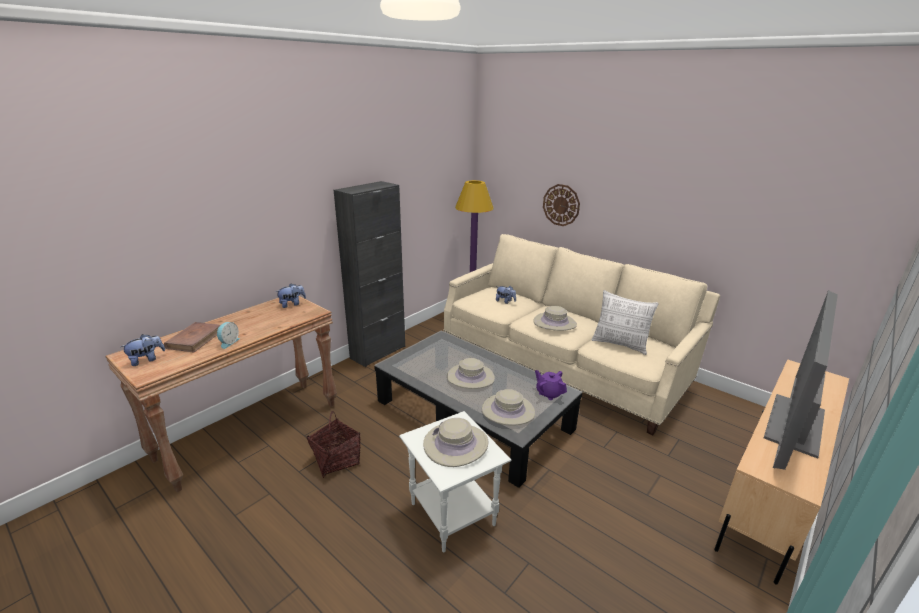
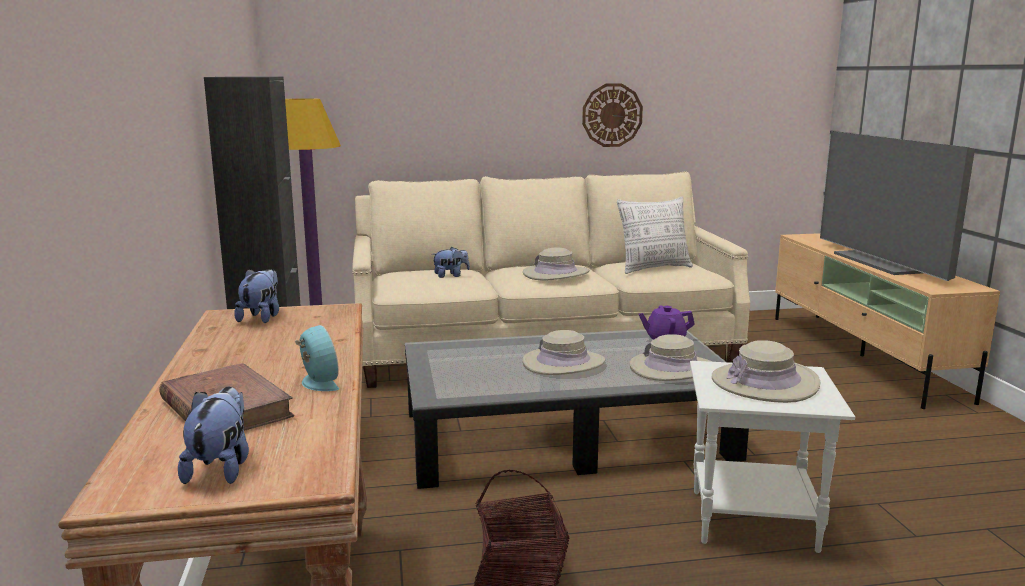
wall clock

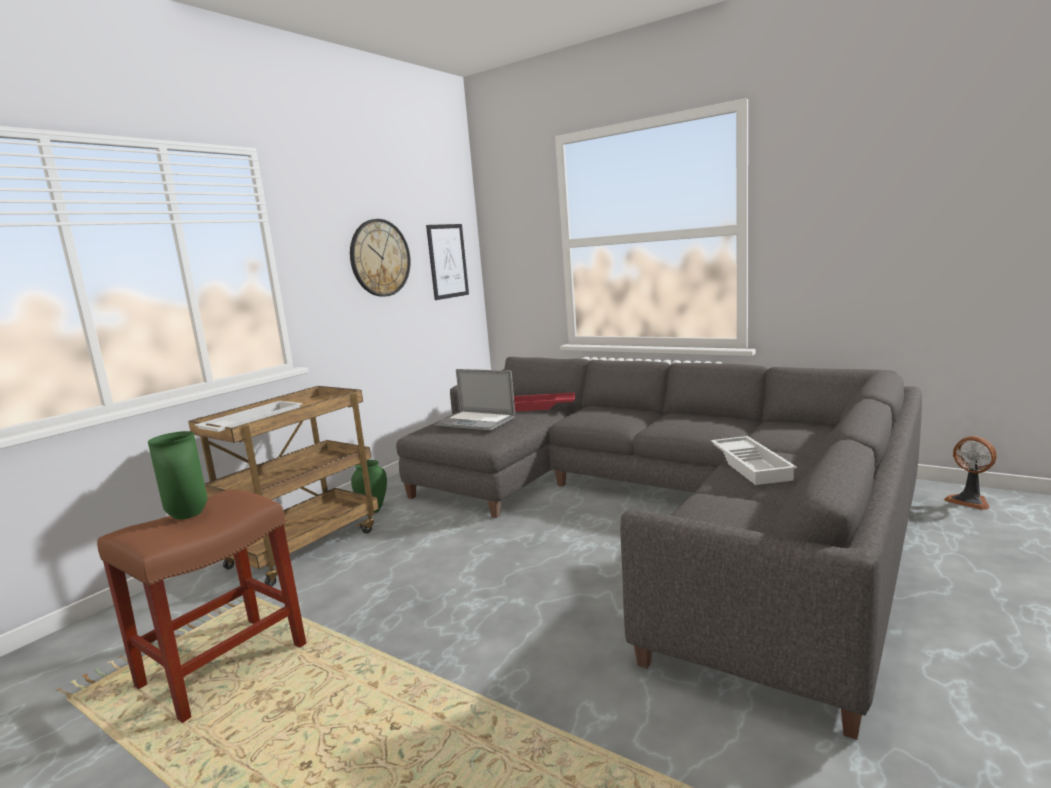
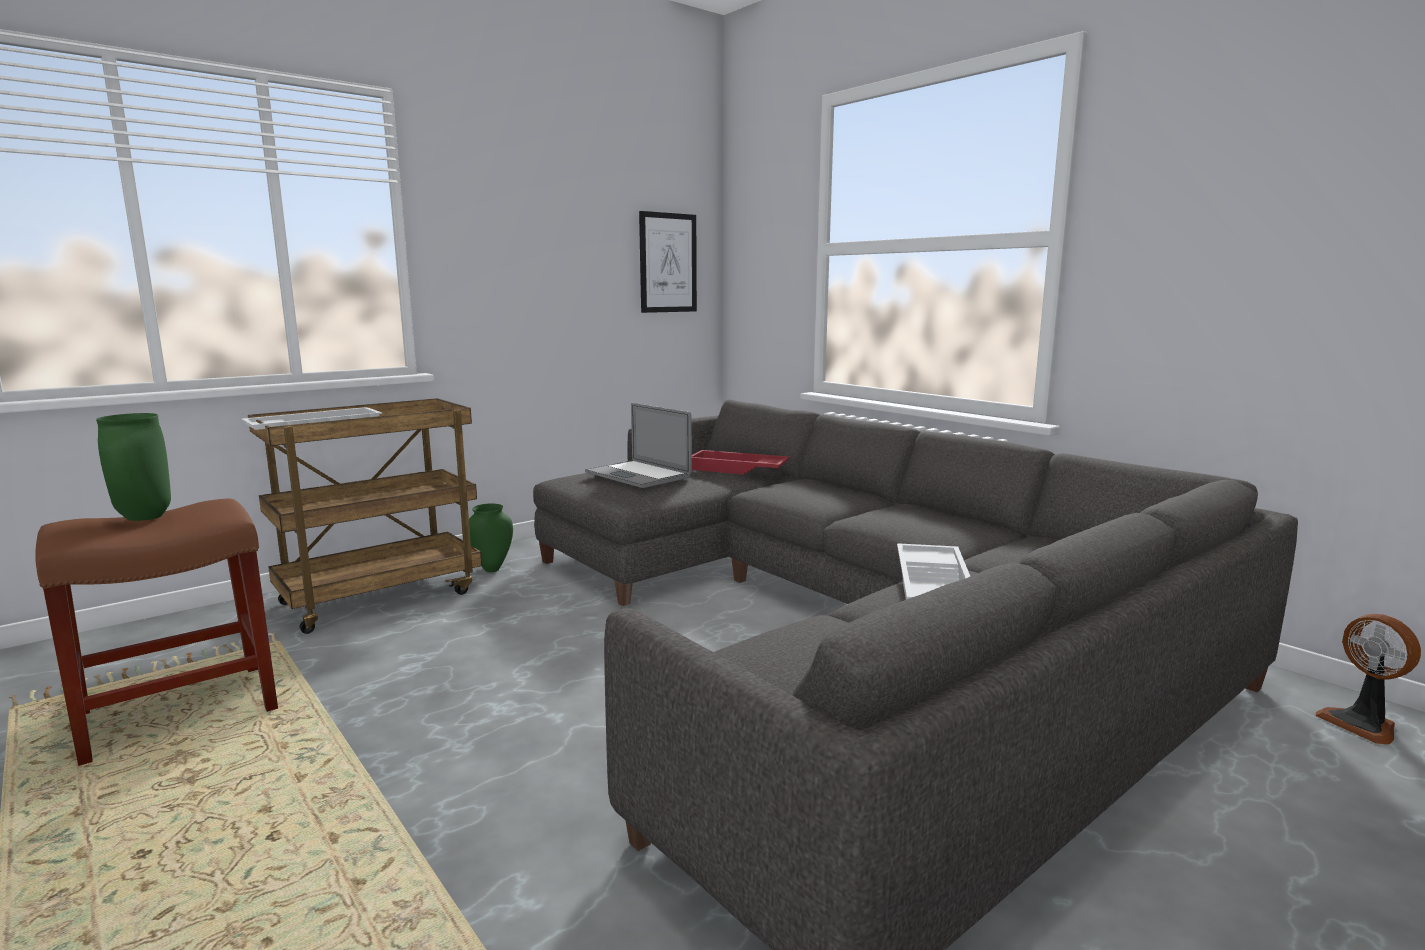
wall clock

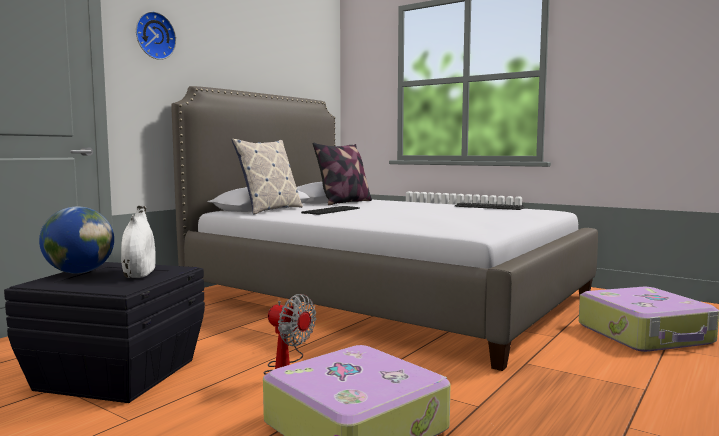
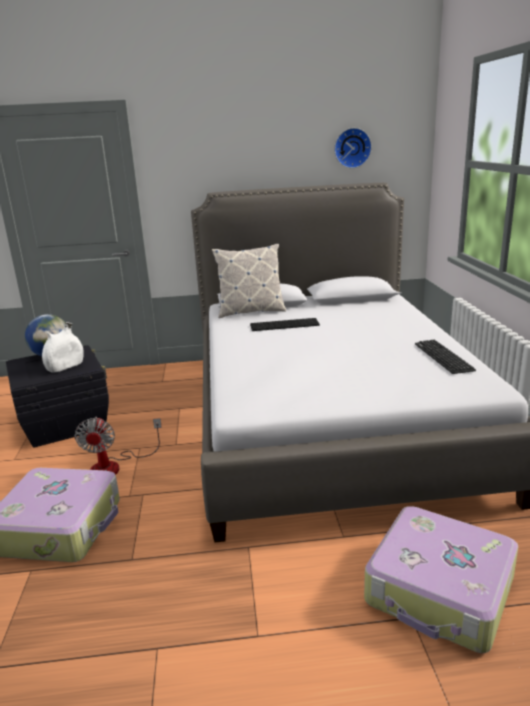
wall clock
pillow (2nd from left in the first image)

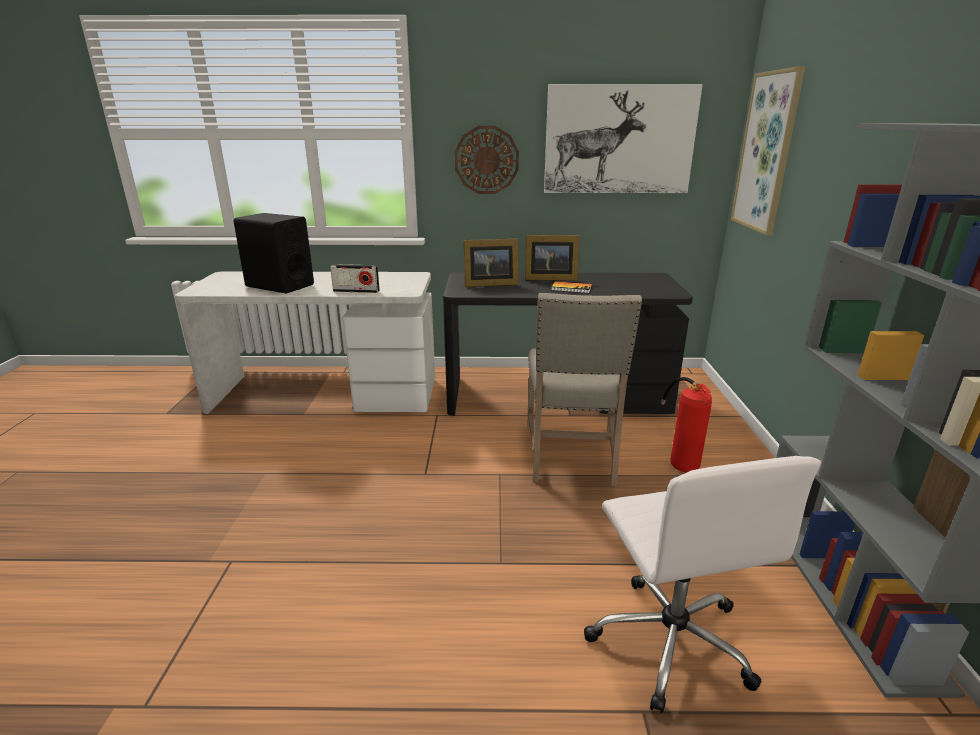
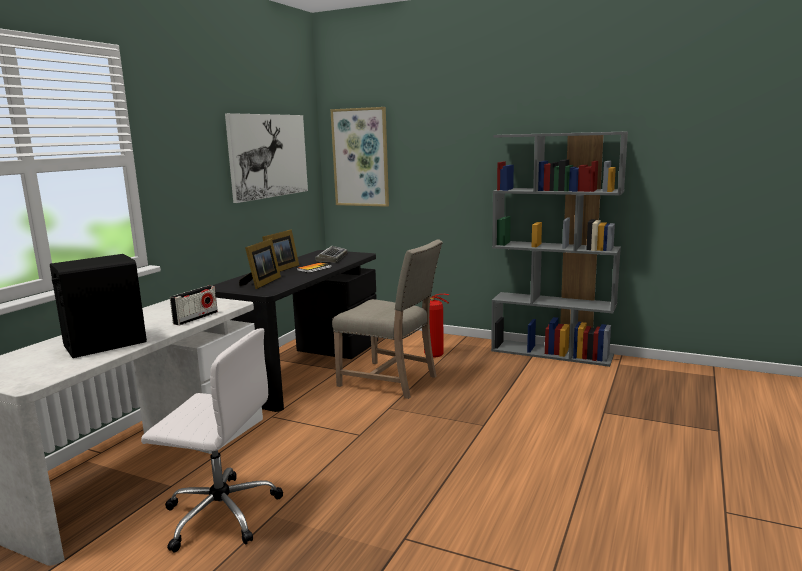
wall clock
white desk chair
computer keyboard

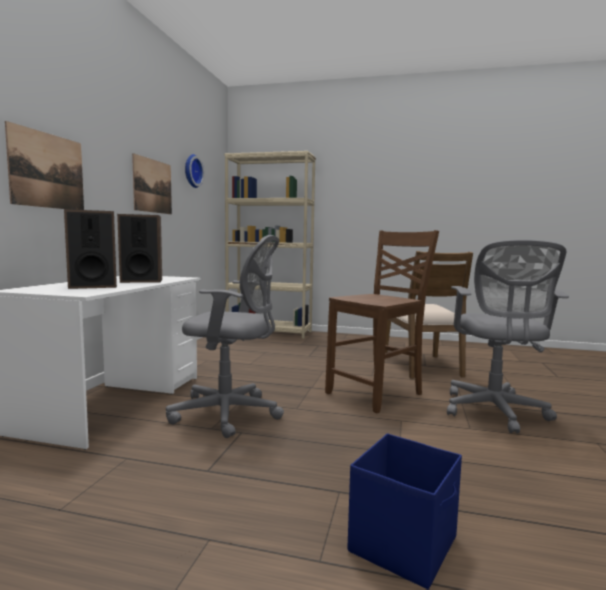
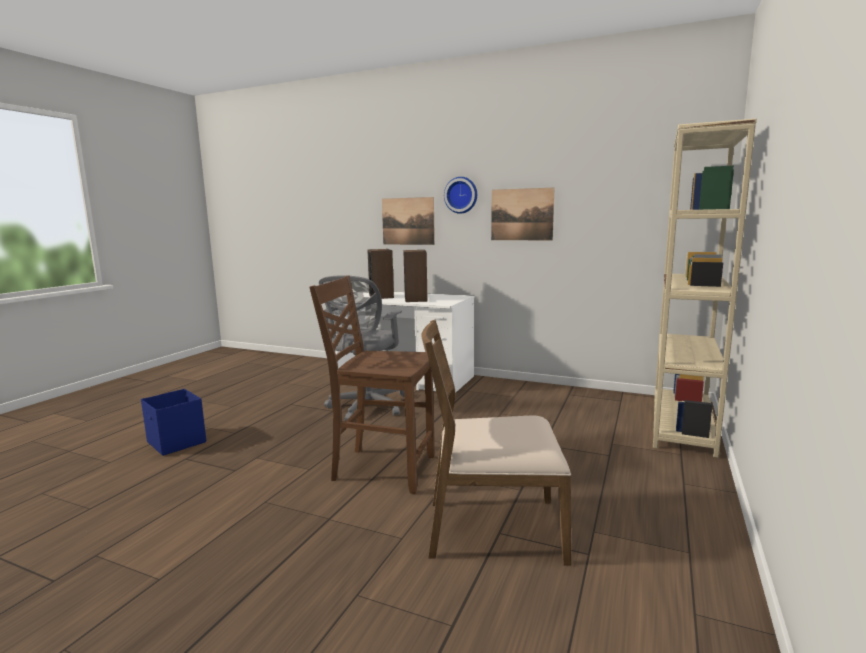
wall clock
brown plain chair (1st from left)
greyish desk chair (2nd from left in the first image)

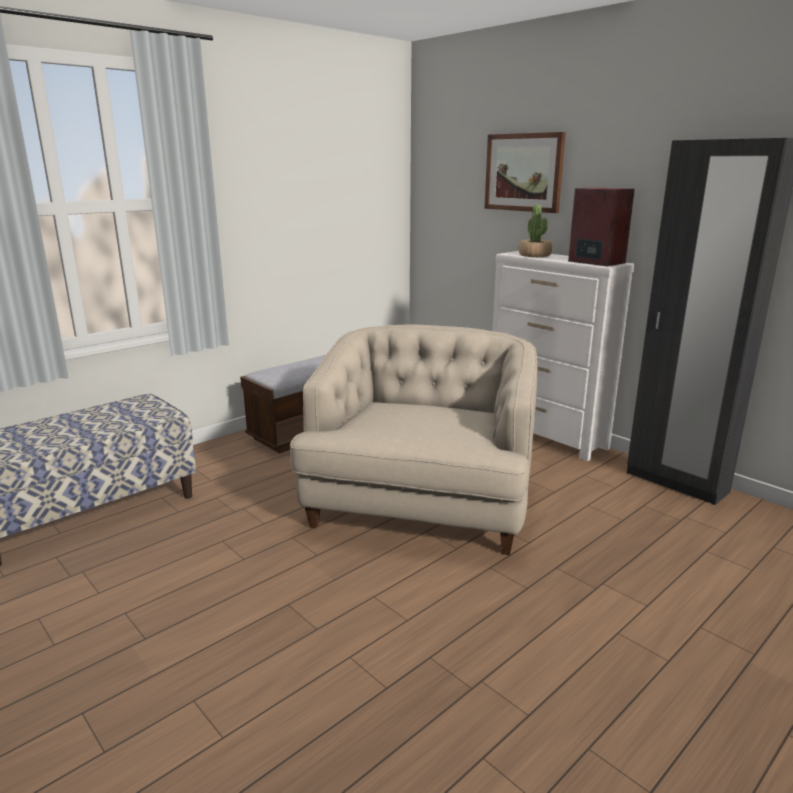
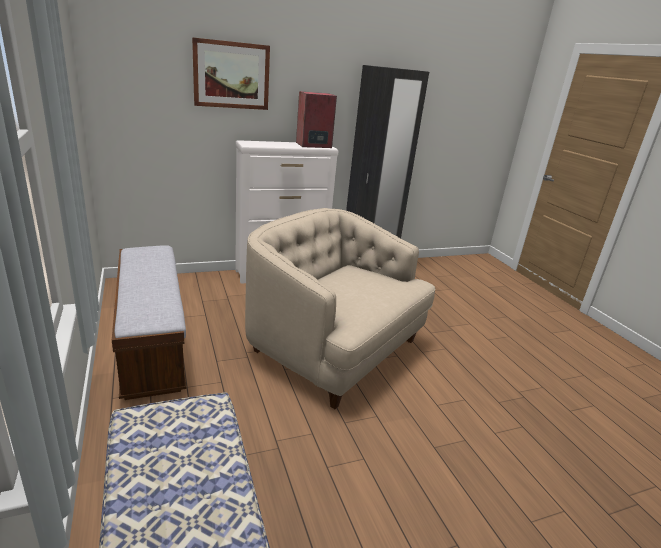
houseplant

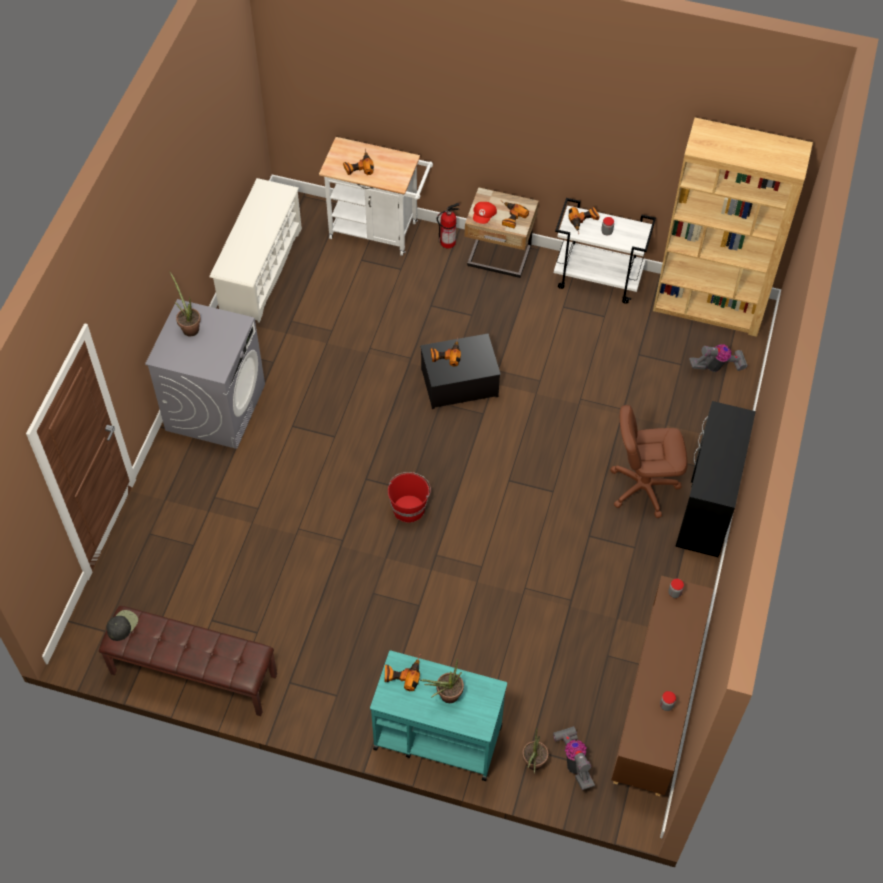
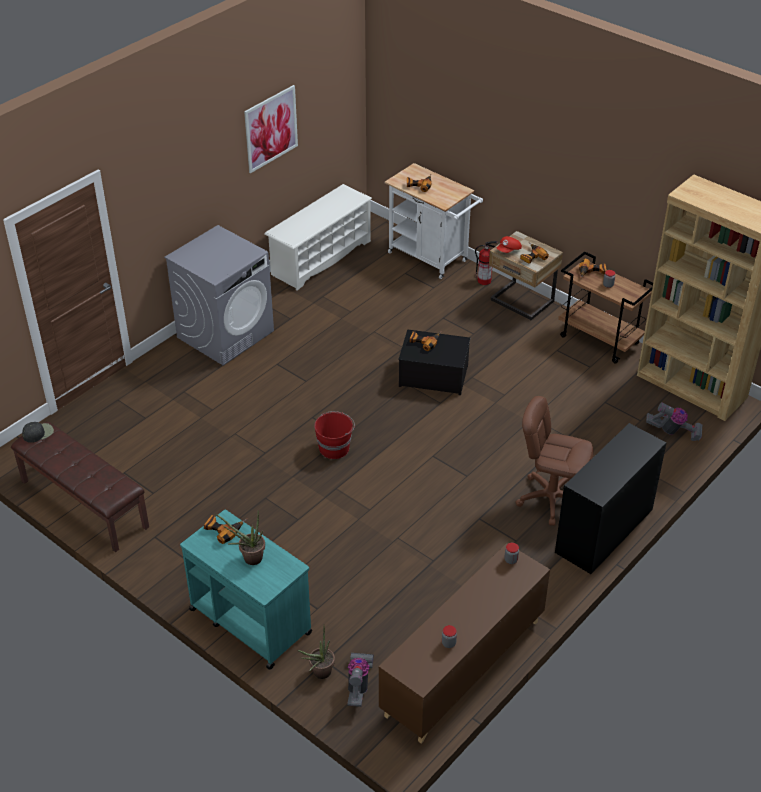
houseplant (1st from left in the first image)
brown wheeled cart
wall picture

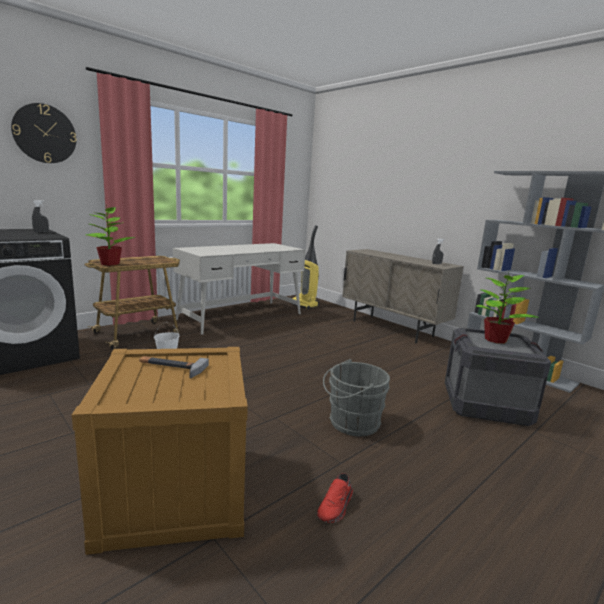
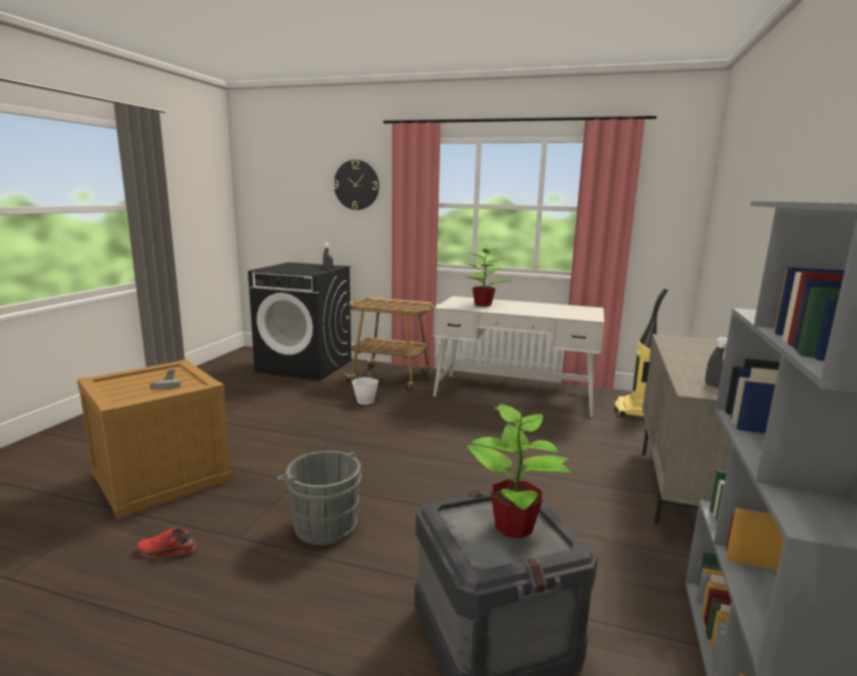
houseplant (1st from left)

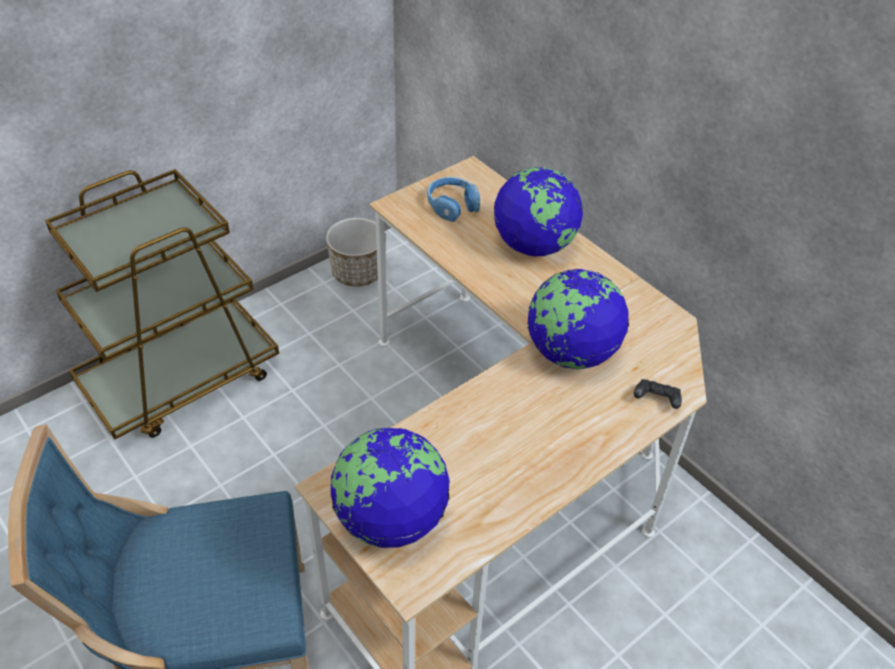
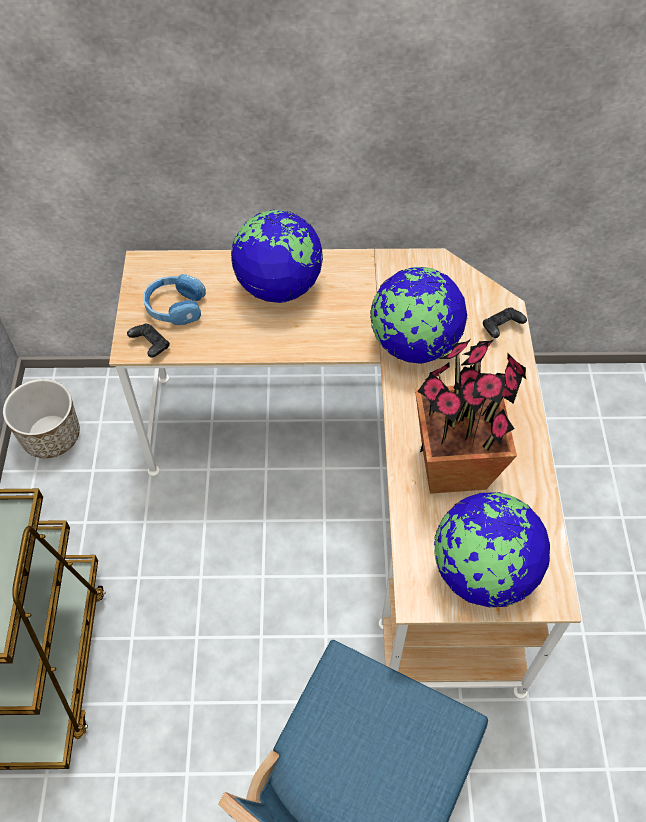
black joypad (1st from left)
houseplant

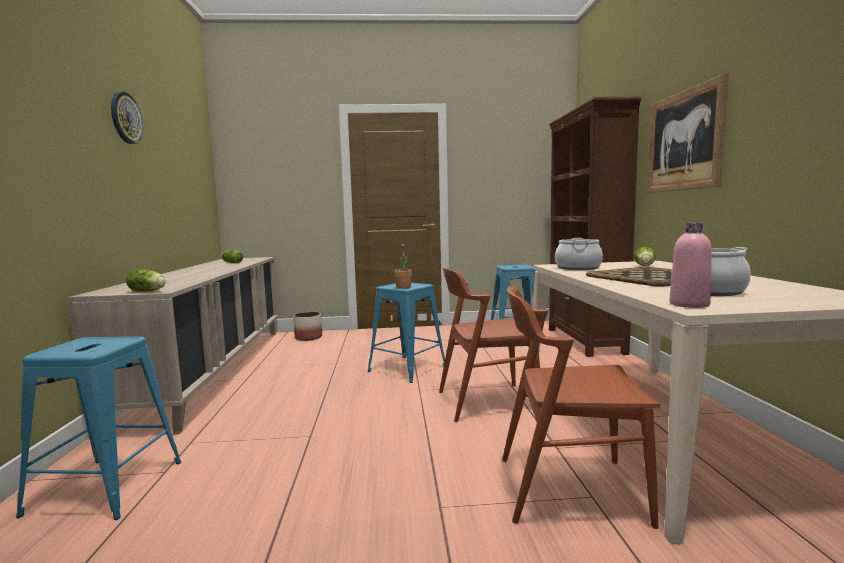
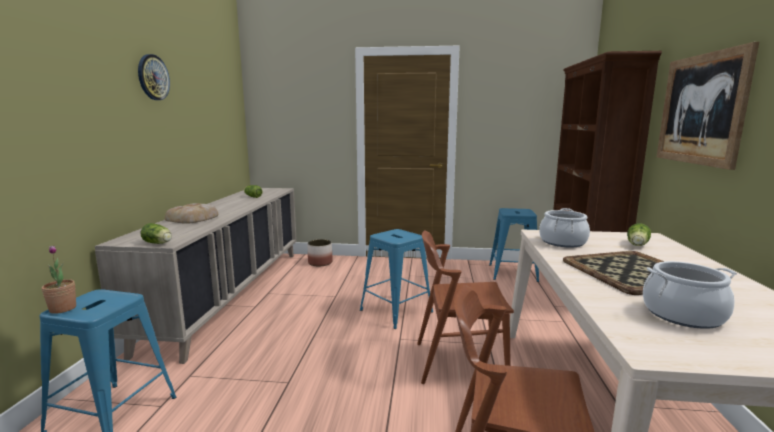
houseplant
pink beverage bottle
baked bread

